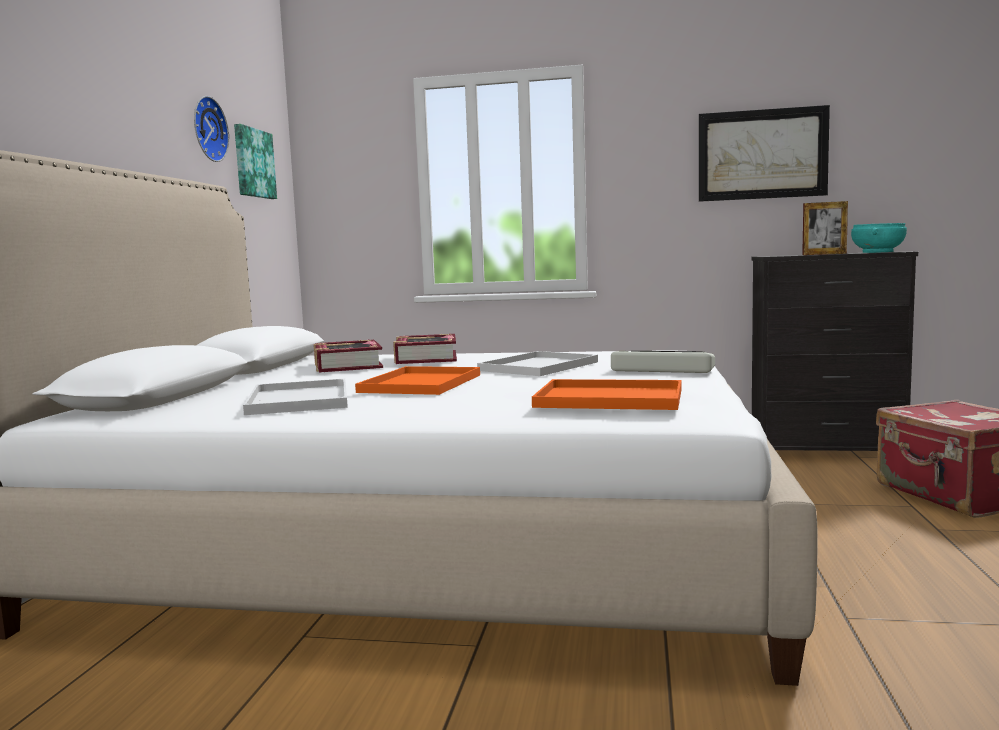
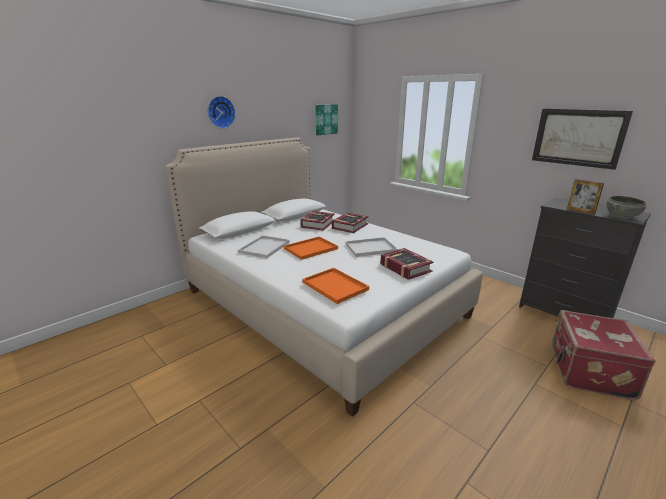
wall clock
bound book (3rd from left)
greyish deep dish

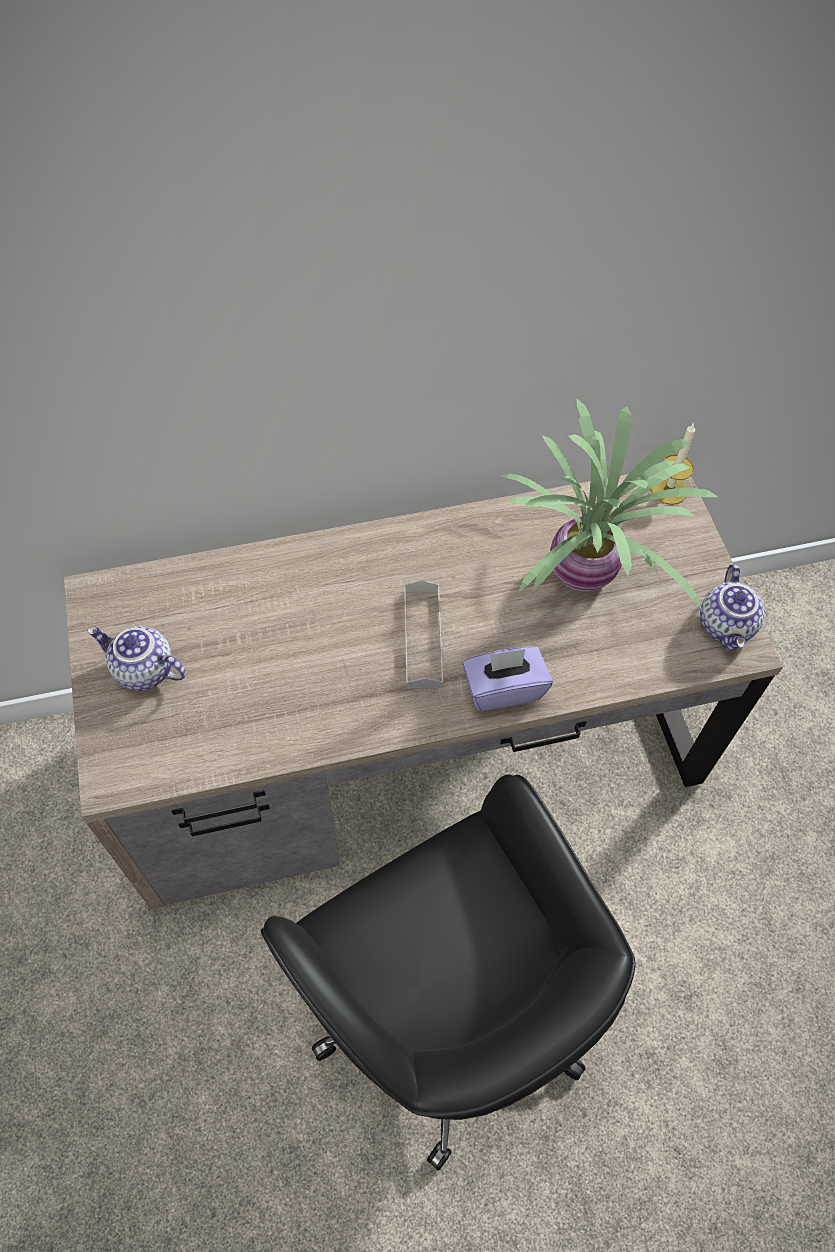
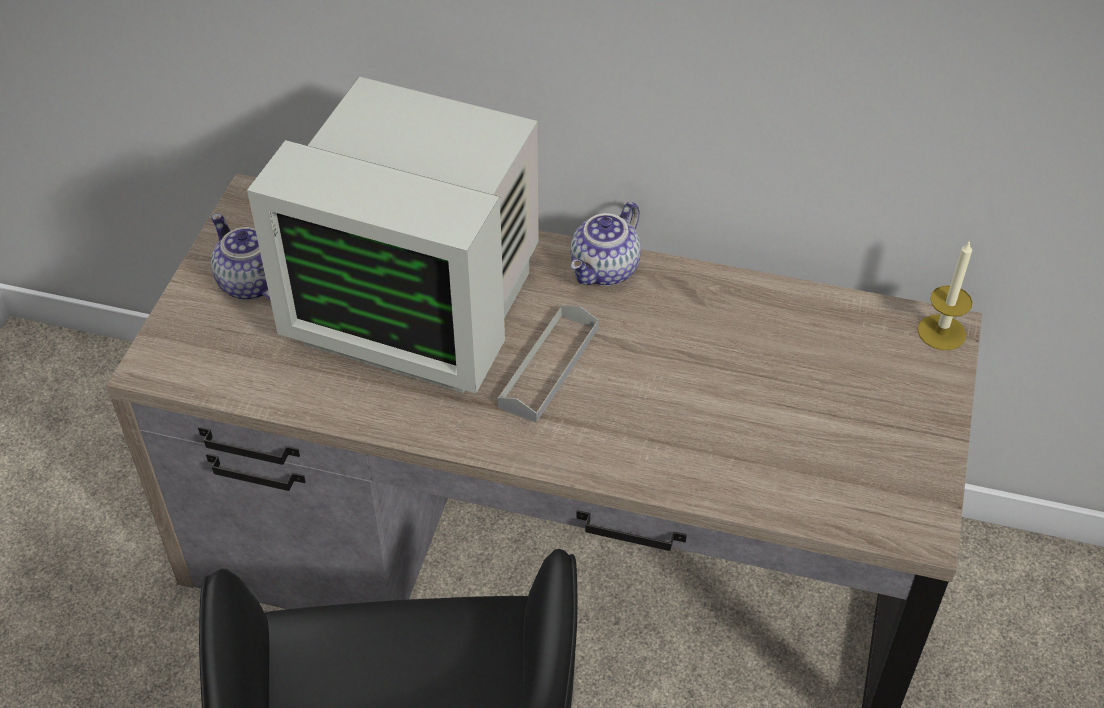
purple tissue box
houseplant
tea pot (2nd from left)
computer screen

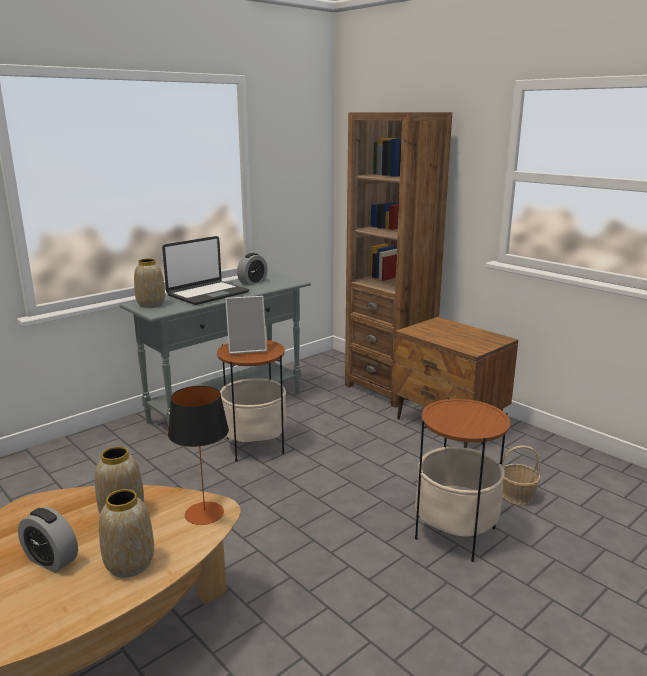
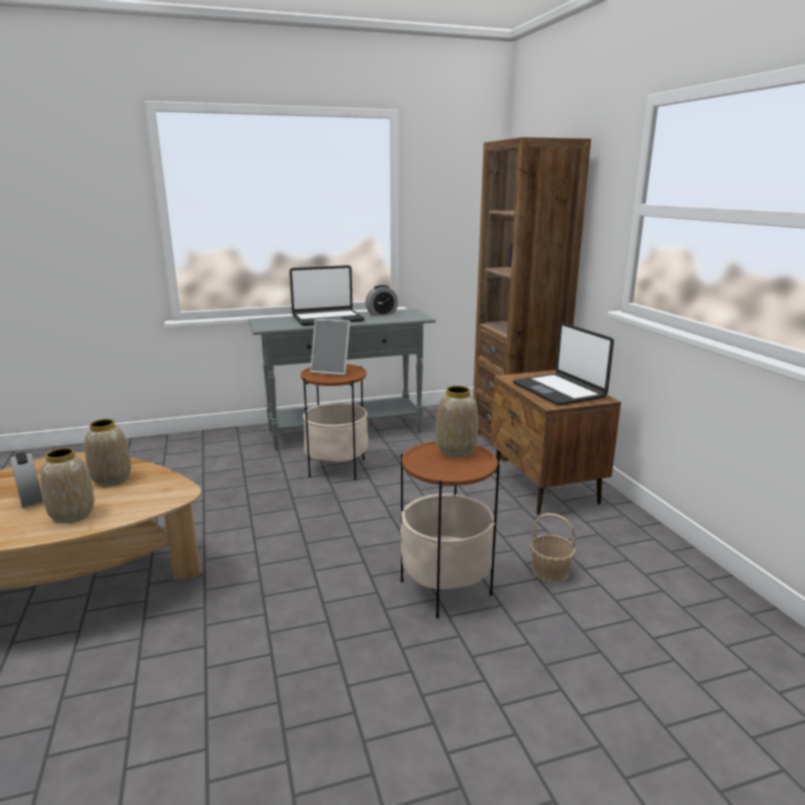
vase (3rd from left)
lamp for a table
portable computer (2nd from left)

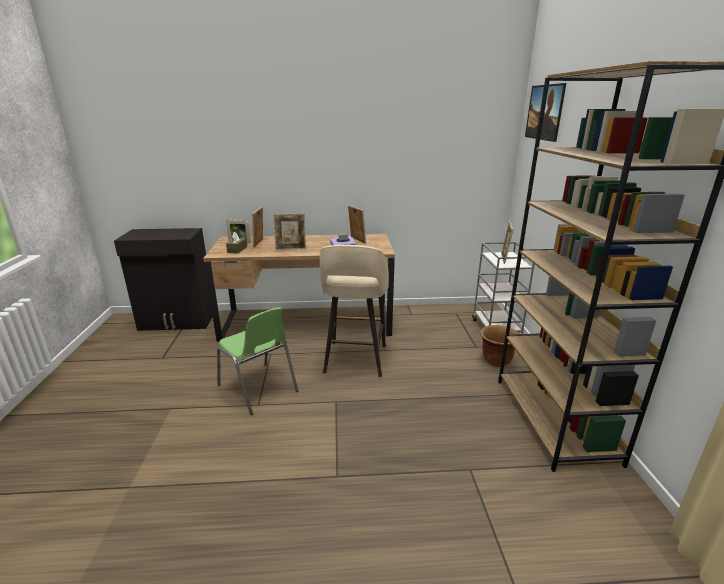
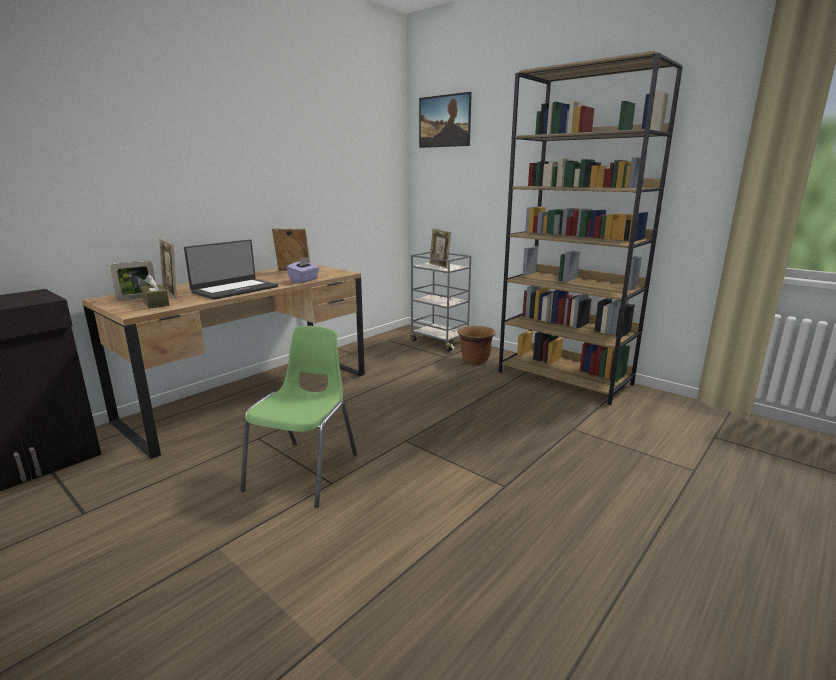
green-coloured plain chair
portable computer
sand-coloured stool seat

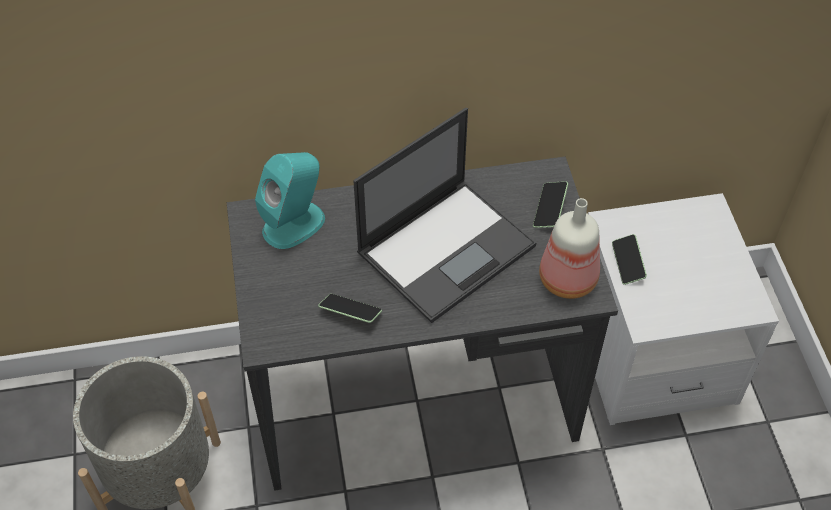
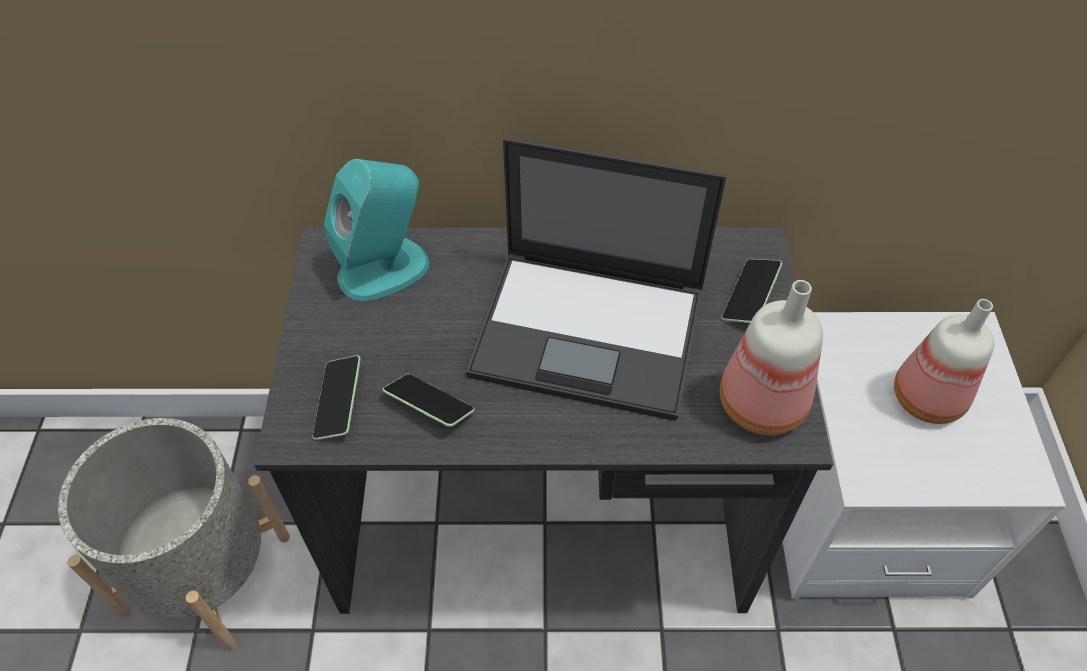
portable computer
phone (1st from left)
beverage bottle (2nd from left)

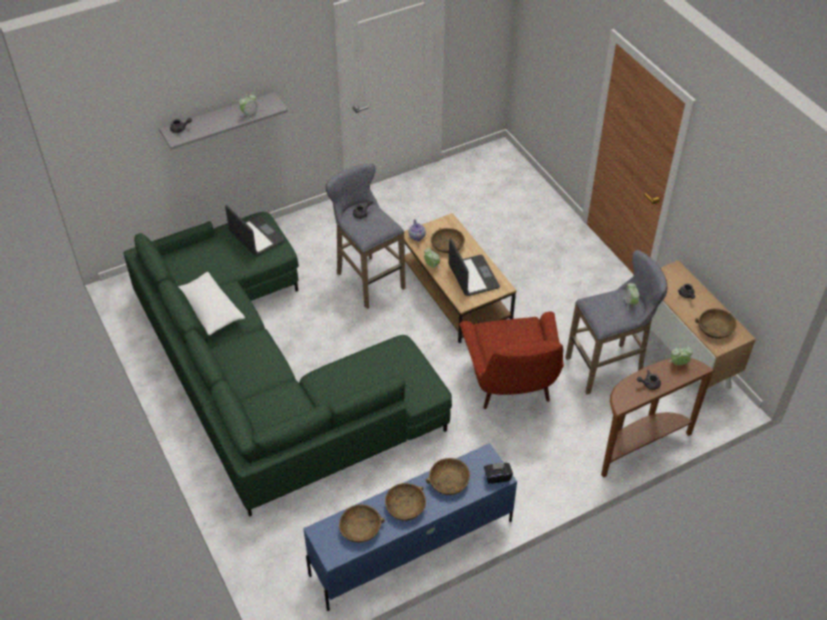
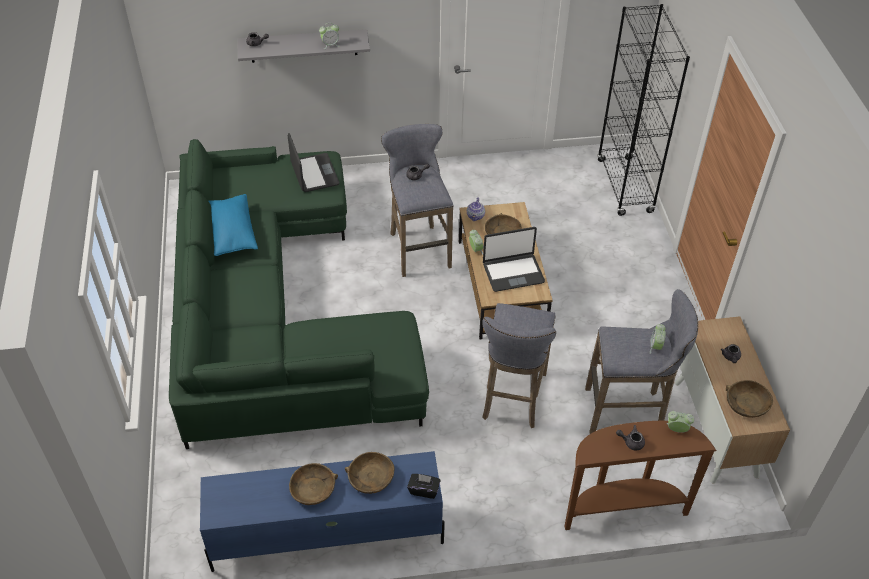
blue pillow
brown deep dish (1st from left in the first image)
portable computer (2nd from left)
greyish stool seat (2nd from left)
black bookcase

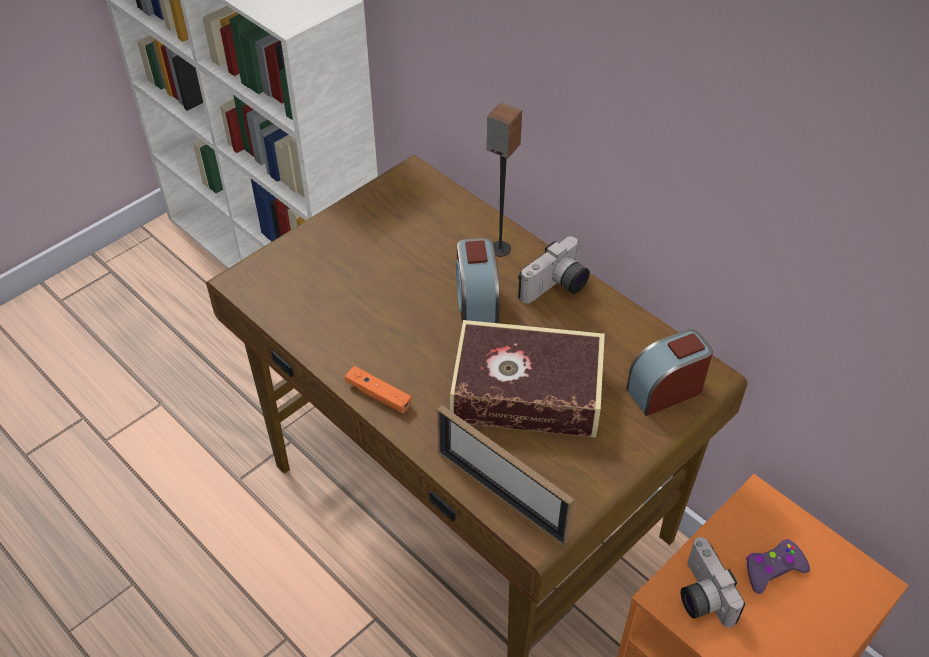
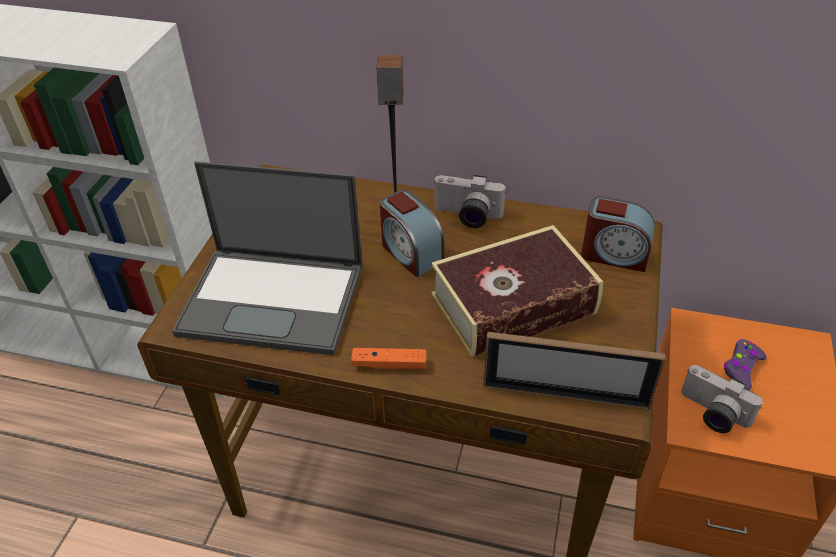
still camera (1st from left)
table clock (2nd from left)
portable computer

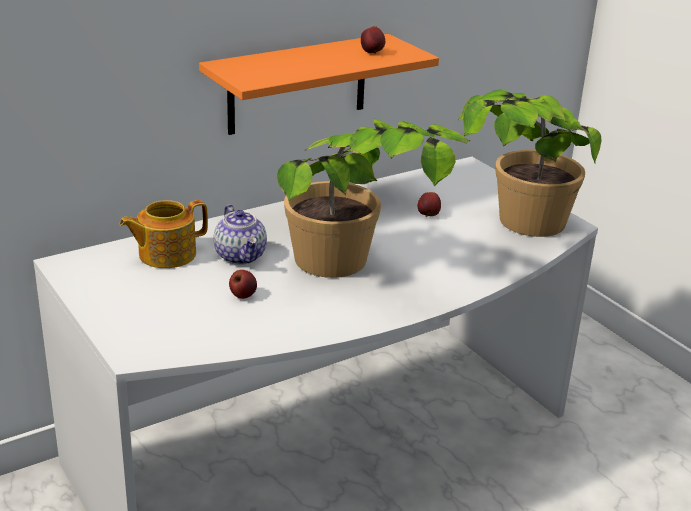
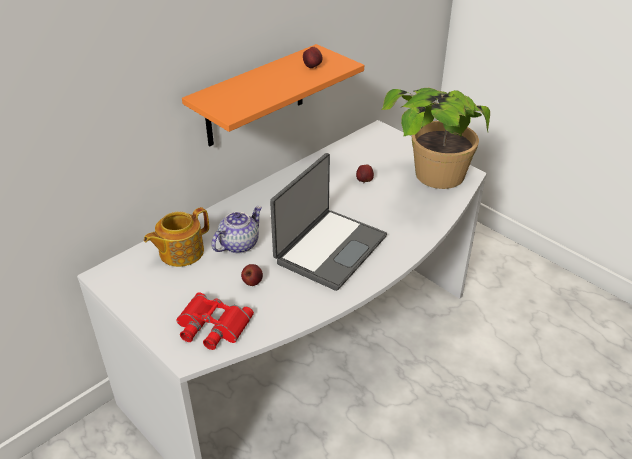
tea pot (2nd from left)
portable computer
red field glasses

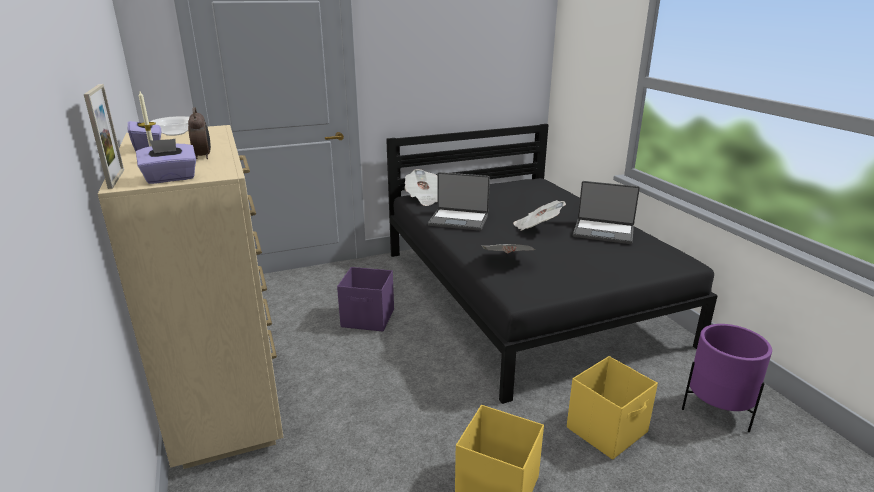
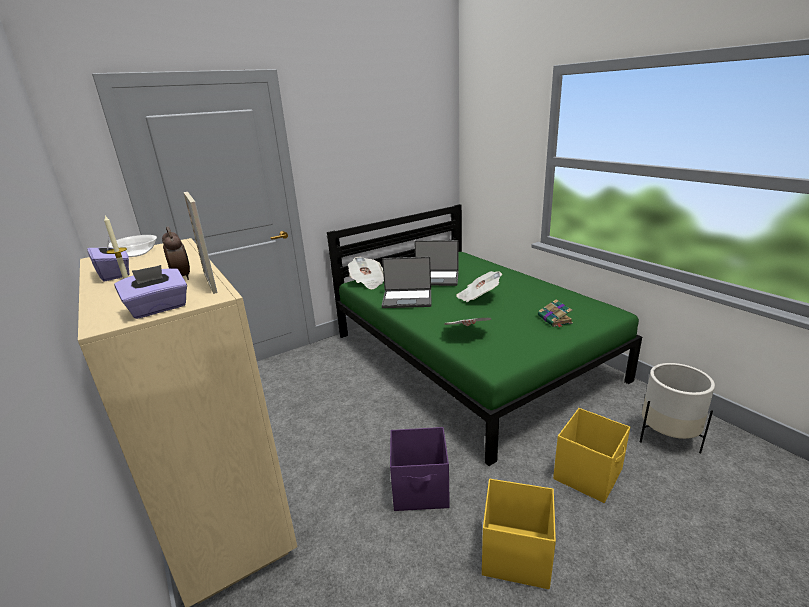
photo frame
purple storage bin
green-coloured bedroom bed
portable computer (2nd from left)
white flower pot
bound book

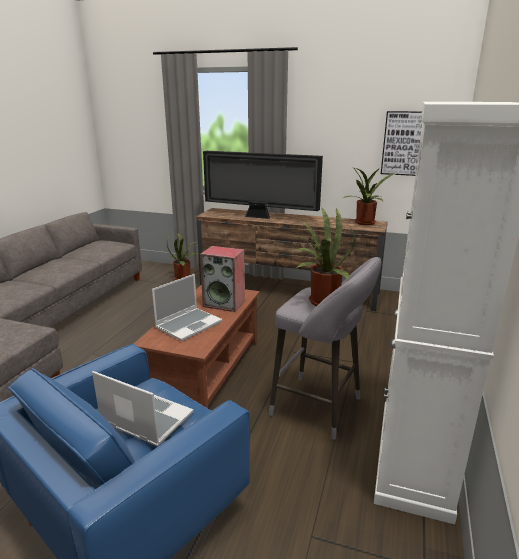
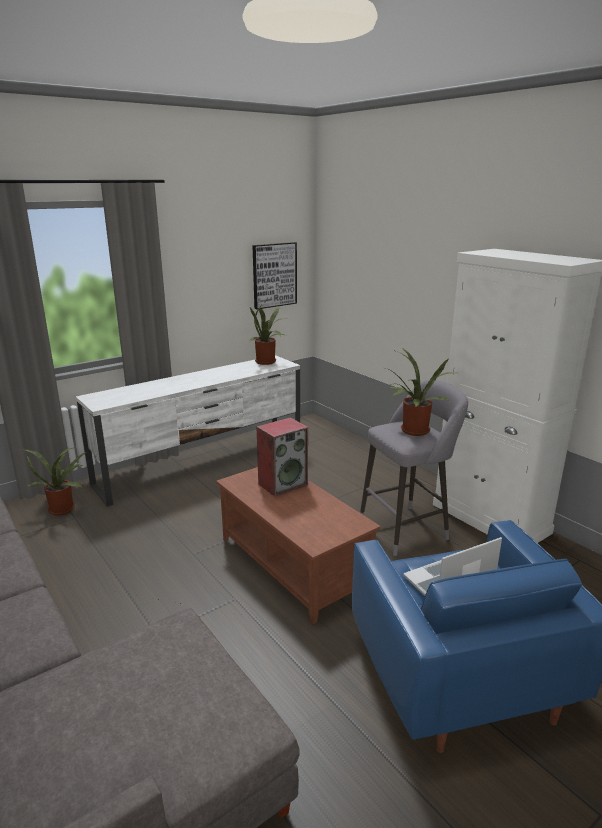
portable computer (2nd from left in the first image)
white tv stand
TV set

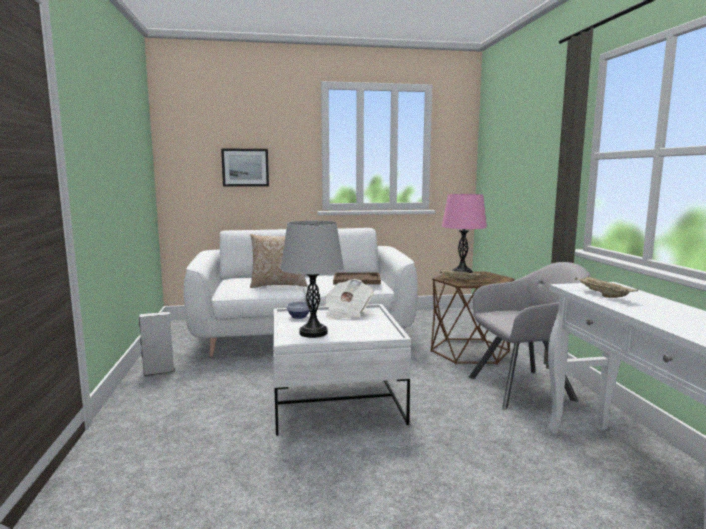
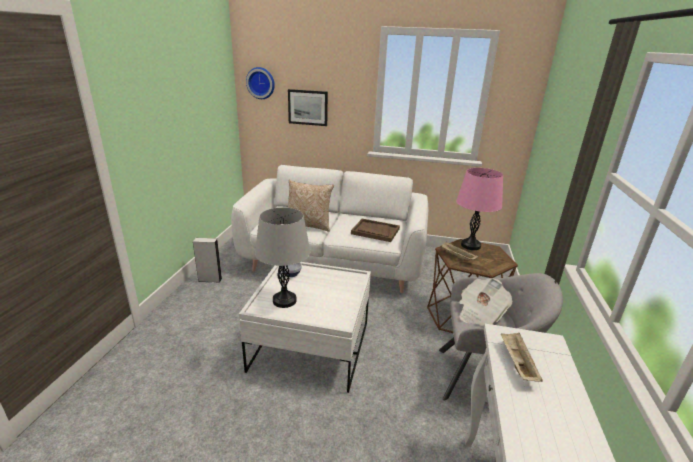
daily paper
wall clock

